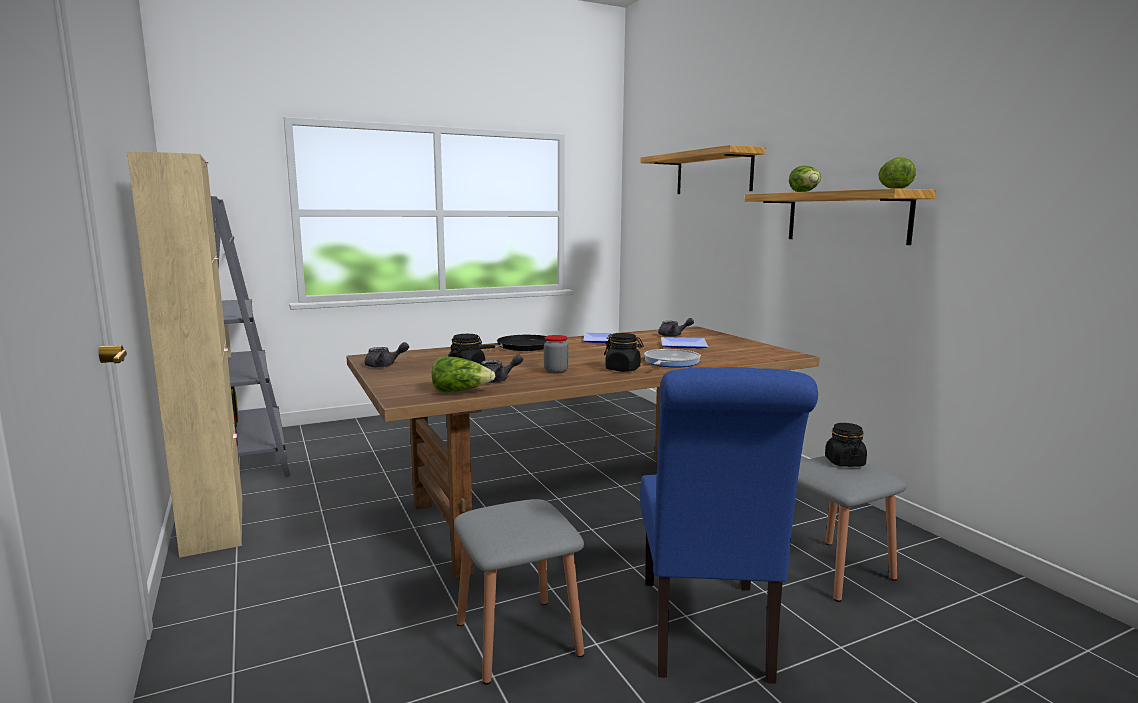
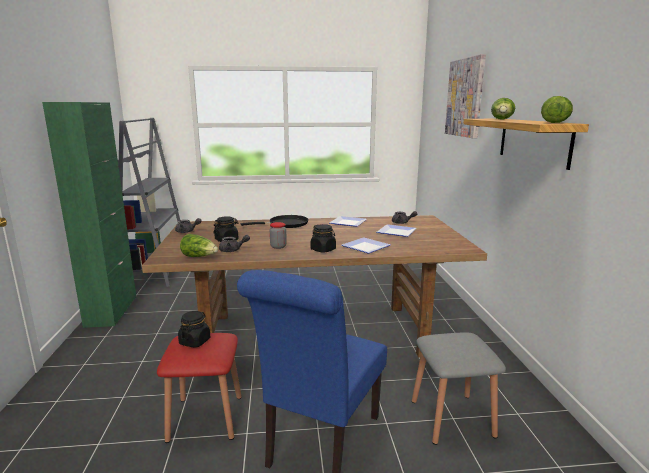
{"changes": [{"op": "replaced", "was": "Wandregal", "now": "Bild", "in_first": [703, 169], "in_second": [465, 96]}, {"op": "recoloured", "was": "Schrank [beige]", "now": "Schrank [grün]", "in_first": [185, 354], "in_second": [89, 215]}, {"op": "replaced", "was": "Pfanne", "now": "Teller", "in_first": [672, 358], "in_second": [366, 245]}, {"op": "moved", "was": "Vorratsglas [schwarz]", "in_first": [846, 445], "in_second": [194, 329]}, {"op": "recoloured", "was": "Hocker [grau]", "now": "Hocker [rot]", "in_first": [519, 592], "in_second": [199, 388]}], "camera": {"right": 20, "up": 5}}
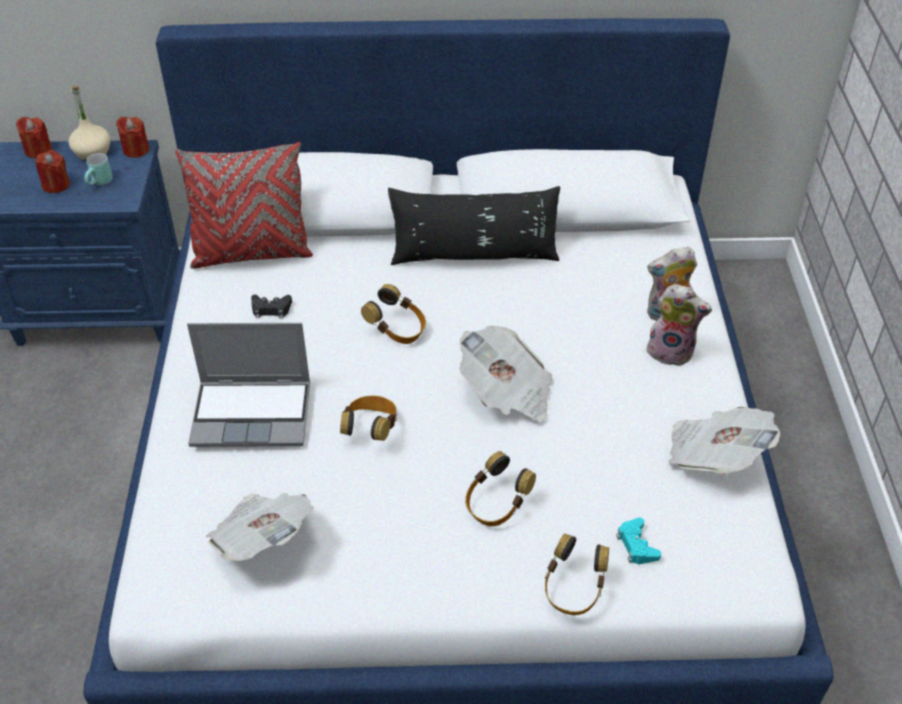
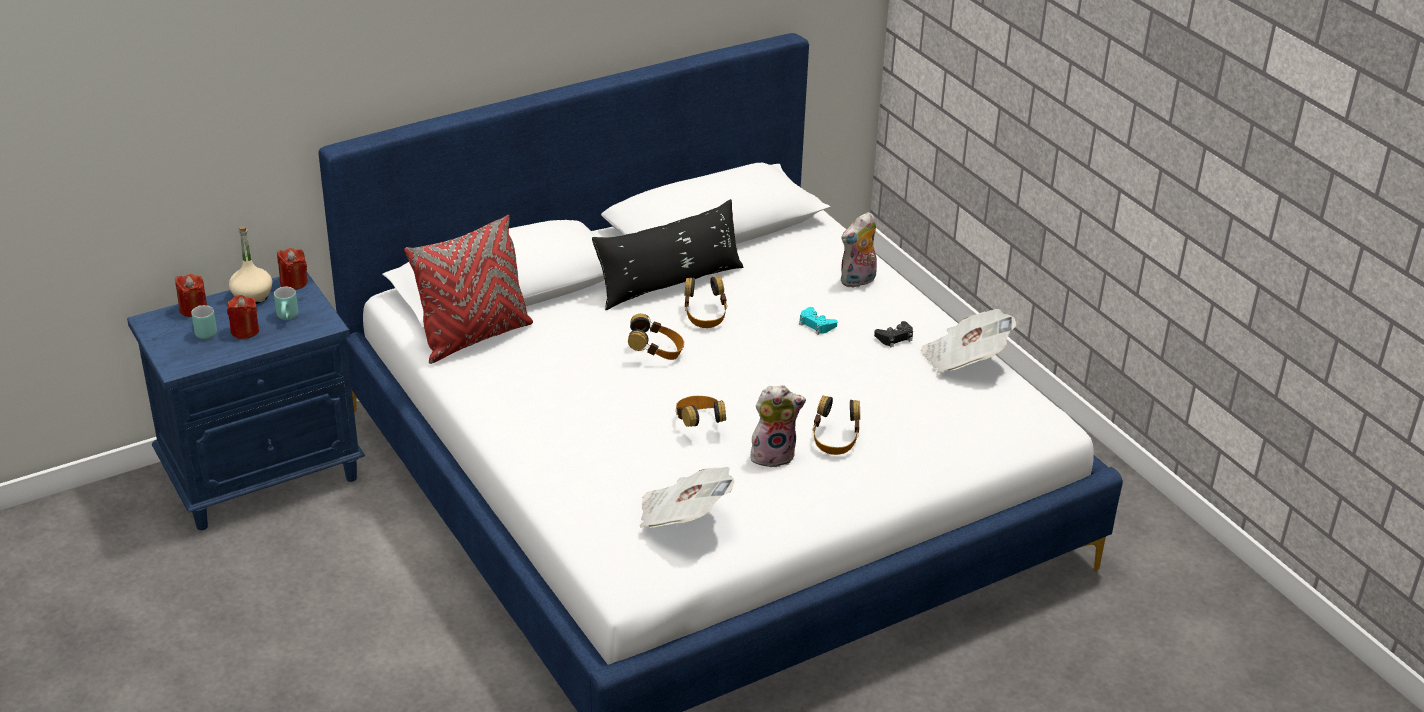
{"changes": [{"op": "moved", "was": "Plüschtier", "in_first": [679, 325], "in_second": [778, 426]}, {"op": "moved", "was": "Gamepad [schwarz]", "in_first": [271, 307], "in_second": [893, 334]}, {"op": "removed", "was": "Laptop", "in_first": [248, 385]}, {"op": "removed", "was": "Zeitung", "in_first": [505, 373]}, {"op": "moved", "was": "Gamepad [türkis]", "in_first": [638, 540], "in_second": [818, 321]}, {"op": "moved", "was": "Kopfhörer", "in_first": [577, 574], "in_second": [705, 302]}, {"op": "added", "now": "Henkelbecher [türkis]", "in_second": [204, 322]}], "camera": {"right": -30, "up": -10}}
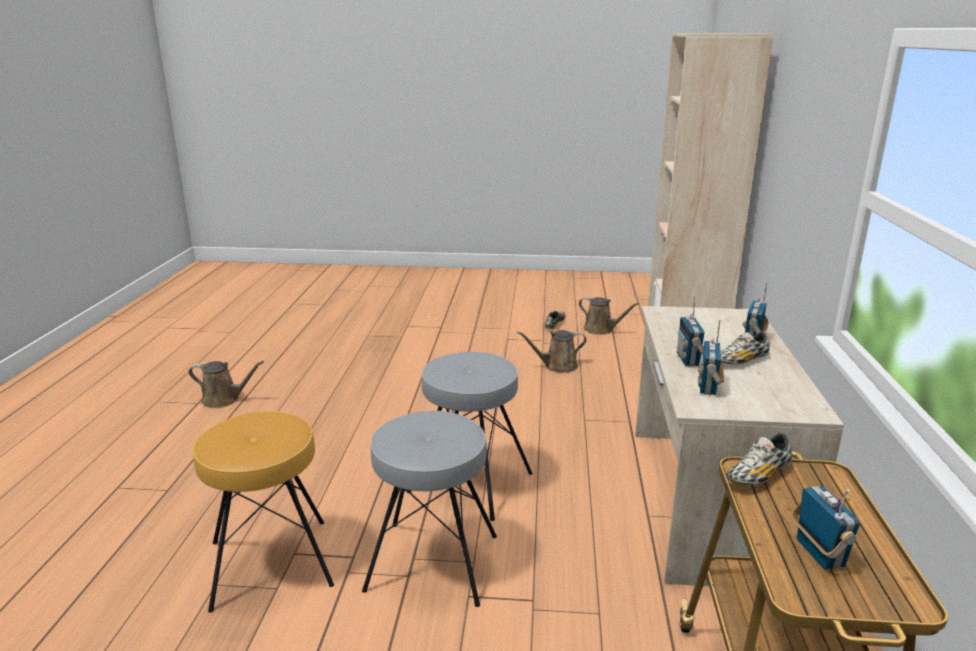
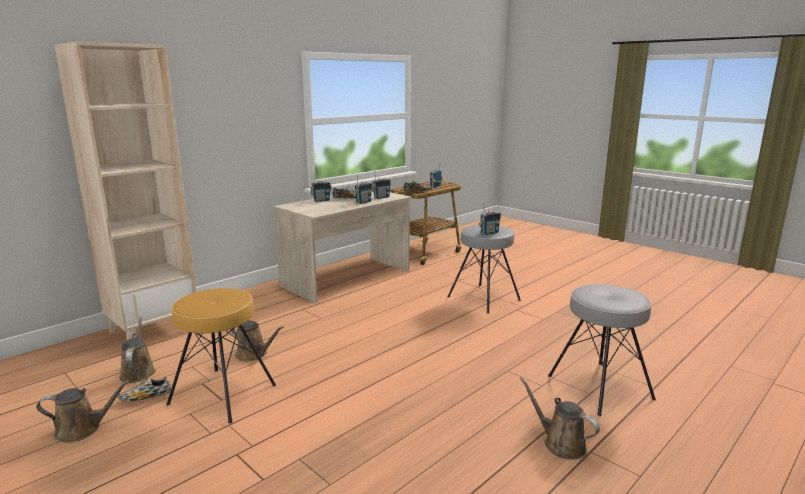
{"changes": [{"op": "moved", "was": "Hocker [grau]", "in_first": [469, 436], "in_second": [602, 350]}, {"op": "moved", "was": "Hocker [braun]", "in_first": [263, 512], "in_second": [221, 356]}, {"op": "added", "now": "Radio", "in_second": [489, 219]}, {"op": "added", "now": "Gießkanne [braun]", "in_second": [83, 411]}], "camera": {"right": -140, "up": -5}}
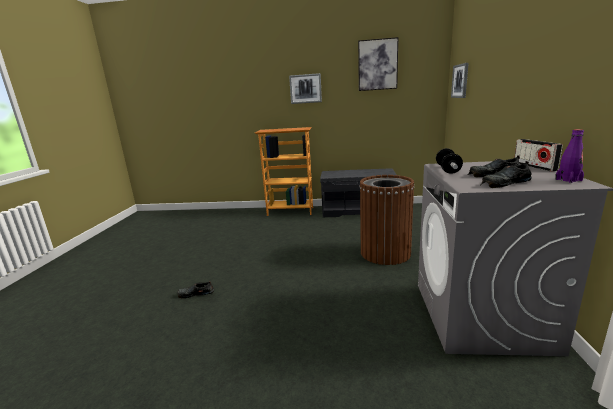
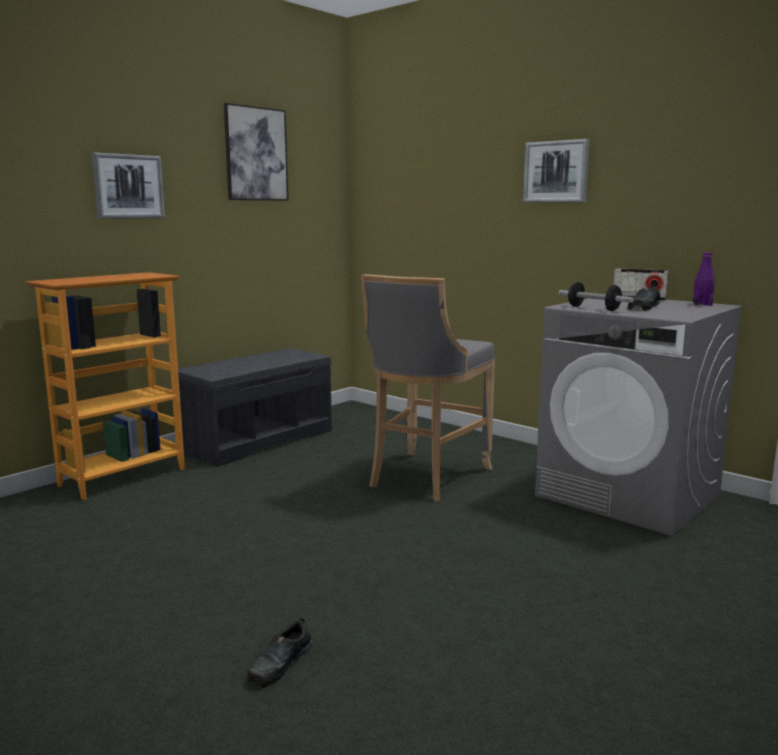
{"changes": [{"op": "moved", "was": "Bild", "in_first": [460, 80], "in_second": [556, 171]}, {"op": "removed", "was": "Schuh [schwarz]", "in_first": [506, 174]}, {"op": "replaced", "was": "Mülleimer [braun]", "now": "Hocker [grau]", "in_first": [386, 220], "in_second": [428, 387]}], "camera": {"right": -55, "up": -5}}
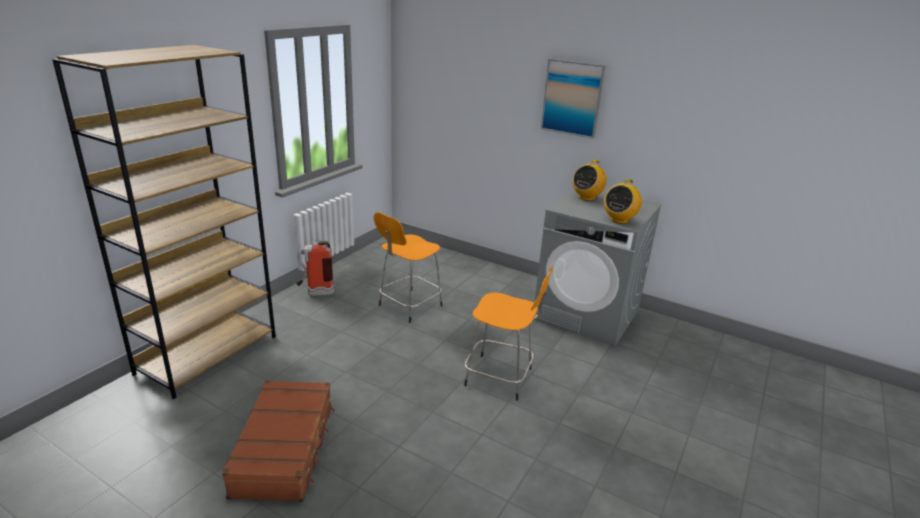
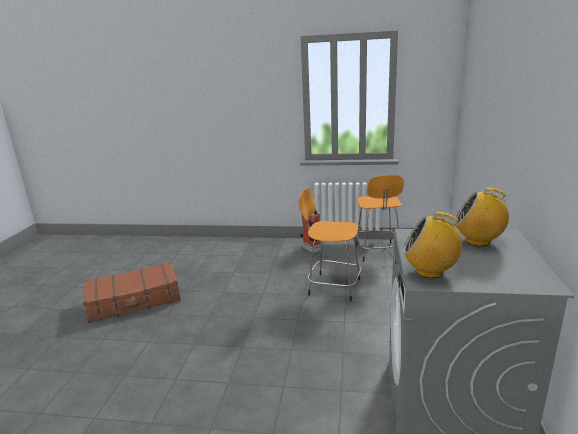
{"changes": [{"op": "removed", "was": "Bücherregal [braun]", "in_first": [164, 222]}, {"op": "removed", "was": "Bild", "in_first": [573, 99]}, {"op": "moved", "was": "Hocker [orange]", "in_first": [508, 333], "in_second": [380, 218]}], "camera": {"right": 70, "up": -5}}
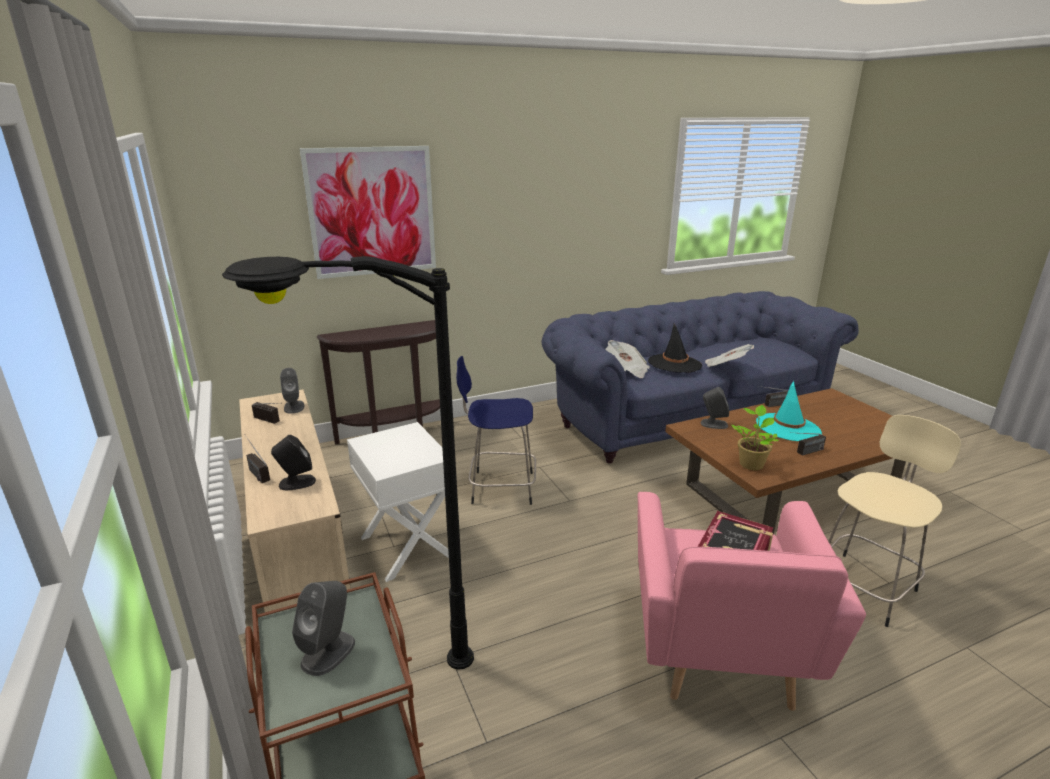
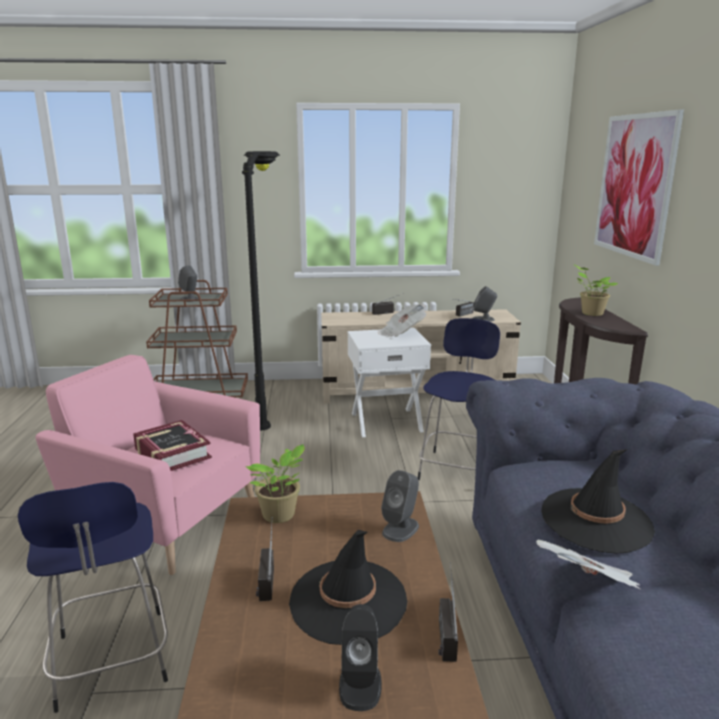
{"changes": [{"op": "moved", "was": "Zeitung", "in_first": [628, 359], "in_second": [402, 320]}, {"op": "recoloured", "was": "Hut [türkis]", "now": "Hut [schwarz]", "in_first": [789, 411], "in_second": [348, 587]}, {"op": "recoloured", "was": "Hocker [beige]", "now": "Hocker [blau]", "in_first": [894, 521], "in_second": [93, 597]}, {"op": "moved", "was": "Lautsprecher [schwarz]", "in_first": [293, 462], "in_second": [360, 657]}, {"op": "added", "now": "Topfpflanze", "in_second": [595, 290]}], "camera": {"right": 110, "up": -5}}
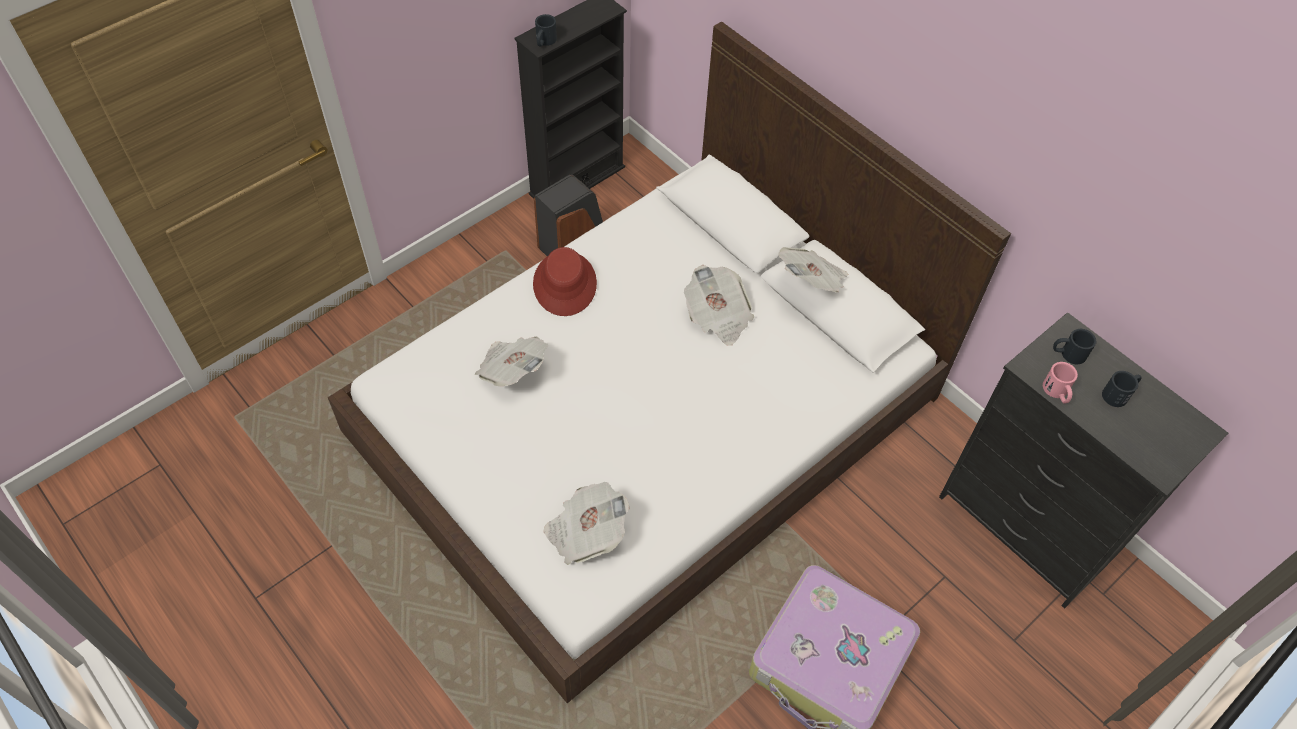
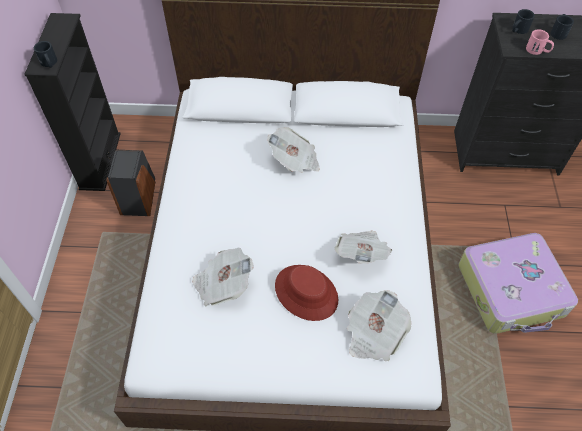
{"changes": [{"op": "moved", "was": "Hut [rot]", "in_first": [565, 281], "in_second": [306, 293]}, {"op": "moved", "was": "Zeitung", "in_first": [813, 270], "in_second": [363, 247]}], "camera": {"right": -45, "up": 0}}
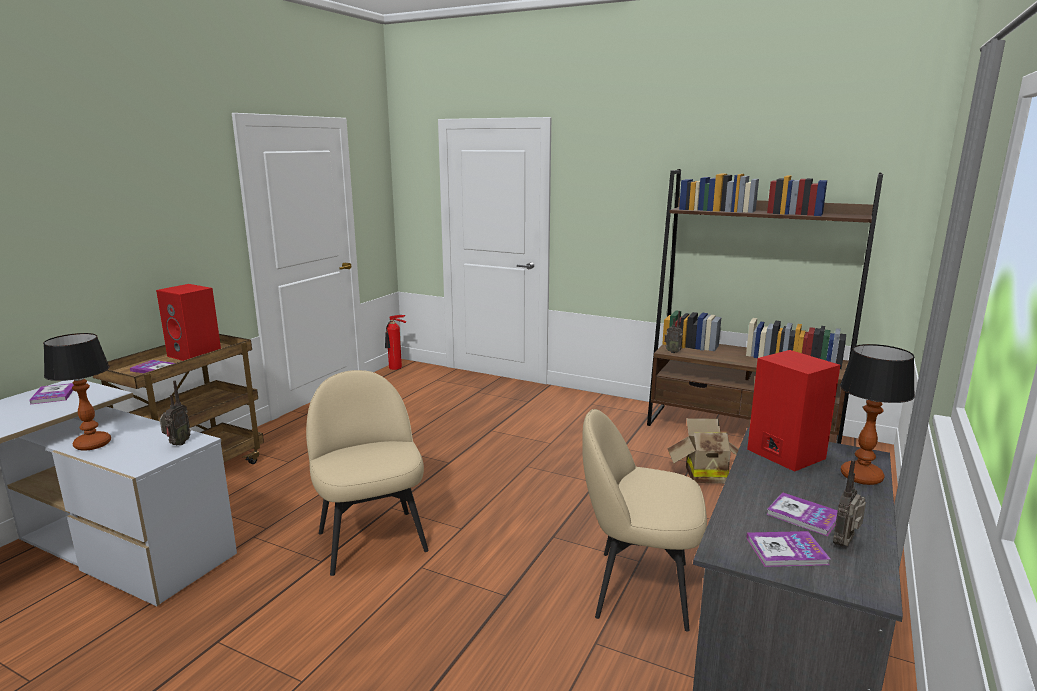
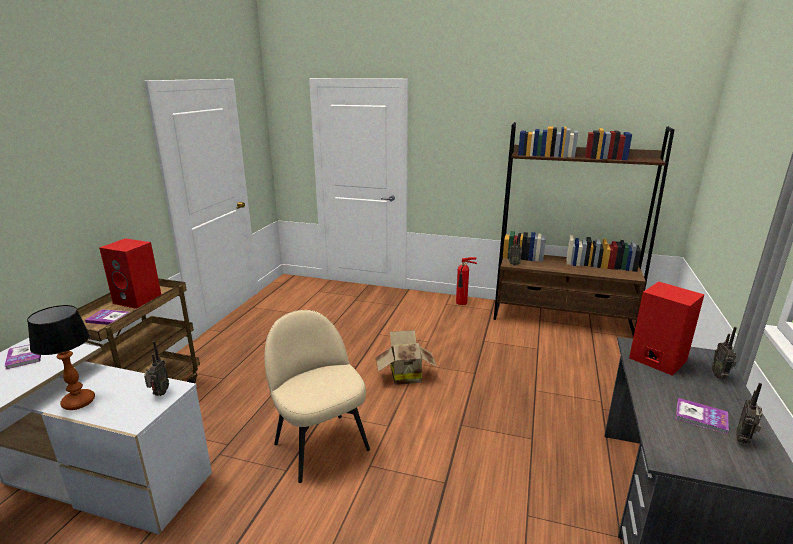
{"changes": [{"op": "moved", "was": "Feuerlöscher", "in_first": [395, 342], "in_second": [466, 281]}, {"op": "replaced", "was": "Tischlampe", "now": "Radio", "in_first": [877, 414], "in_second": [724, 353]}, {"op": "removed", "was": "Stuhl [beige]", "in_first": [644, 520]}, {"op": "moved", "was": "Karton", "in_first": [703, 451], "in_second": [406, 357]}, {"op": "removed", "was": "Buch", "in_first": [788, 549]}], "camera": {"right": -10, "up": 5}}
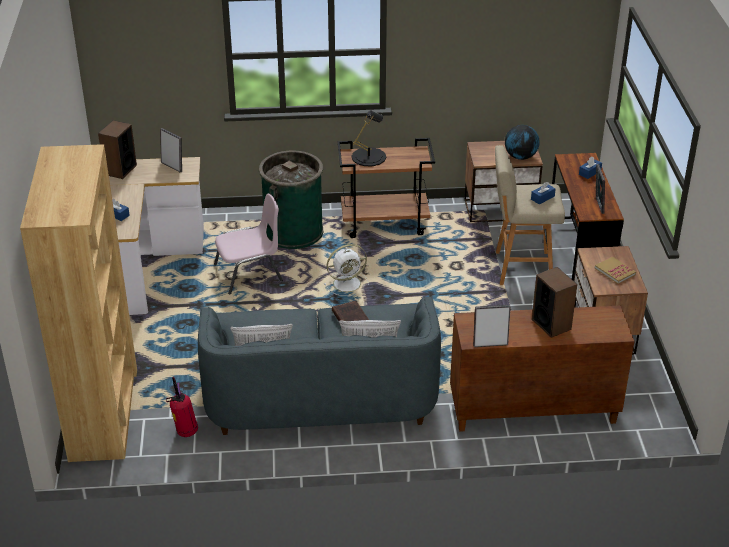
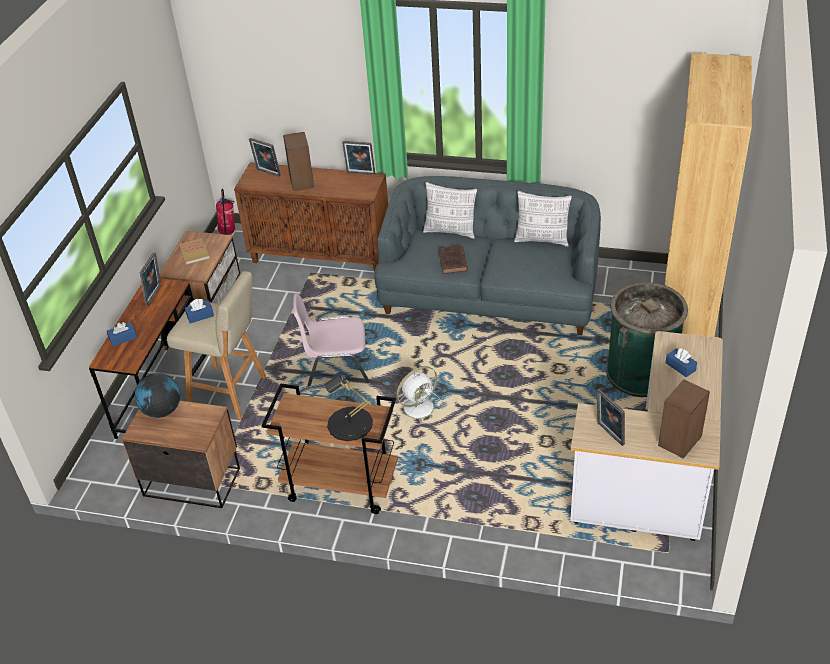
{"changes": [{"op": "moved", "was": "Mülleimer [grün]", "in_first": [291, 199], "in_second": [647, 339]}, {"op": "moved", "was": "Stuhl [rosa]", "in_first": [248, 244], "in_second": [331, 339]}, {"op": "turned", "was": "Ventilator [weiß]", "in_first": [346, 270], "in_second": [417, 395], "clockwise": 150}, {"op": "moved", "was": "Feuerlöscher", "in_first": [182, 407], "in_second": [225, 212]}, {"op": "added", "now": "Bilderrahmen", "in_second": [265, 157]}], "camera": {"right": -160, "up": 5}}
